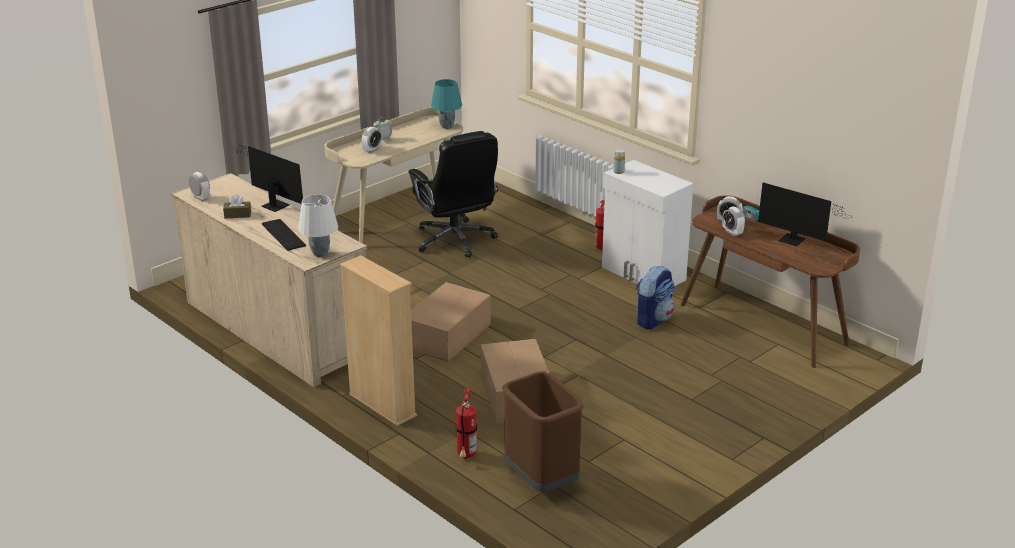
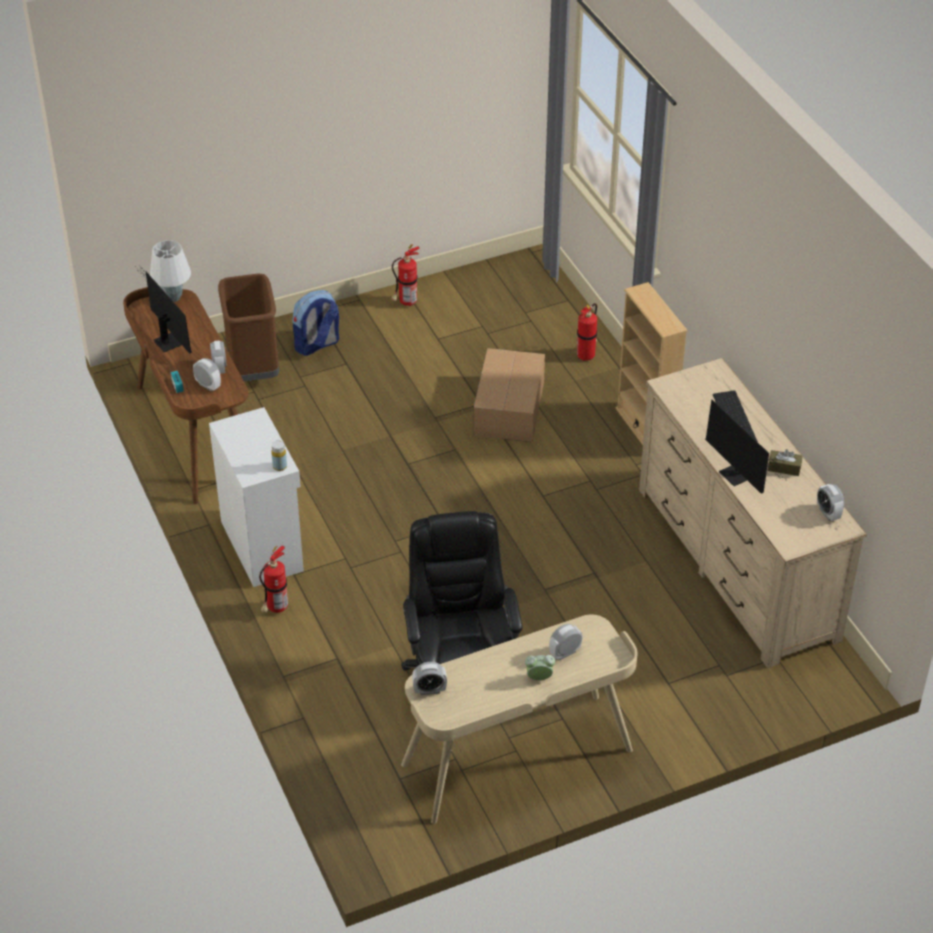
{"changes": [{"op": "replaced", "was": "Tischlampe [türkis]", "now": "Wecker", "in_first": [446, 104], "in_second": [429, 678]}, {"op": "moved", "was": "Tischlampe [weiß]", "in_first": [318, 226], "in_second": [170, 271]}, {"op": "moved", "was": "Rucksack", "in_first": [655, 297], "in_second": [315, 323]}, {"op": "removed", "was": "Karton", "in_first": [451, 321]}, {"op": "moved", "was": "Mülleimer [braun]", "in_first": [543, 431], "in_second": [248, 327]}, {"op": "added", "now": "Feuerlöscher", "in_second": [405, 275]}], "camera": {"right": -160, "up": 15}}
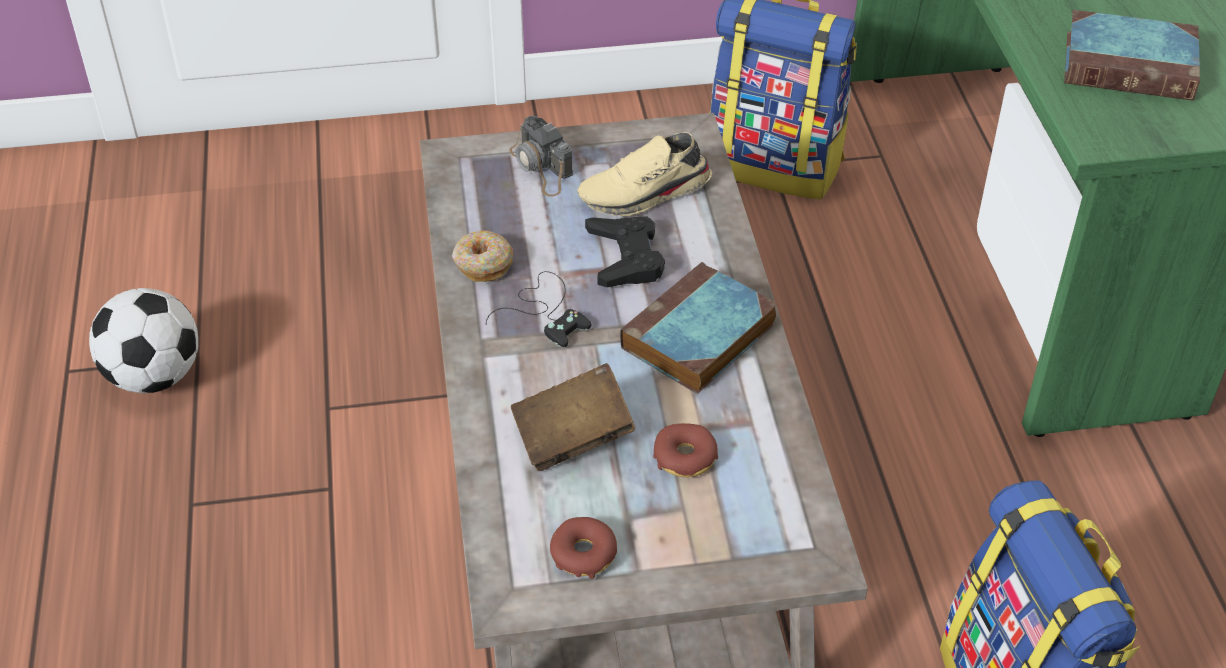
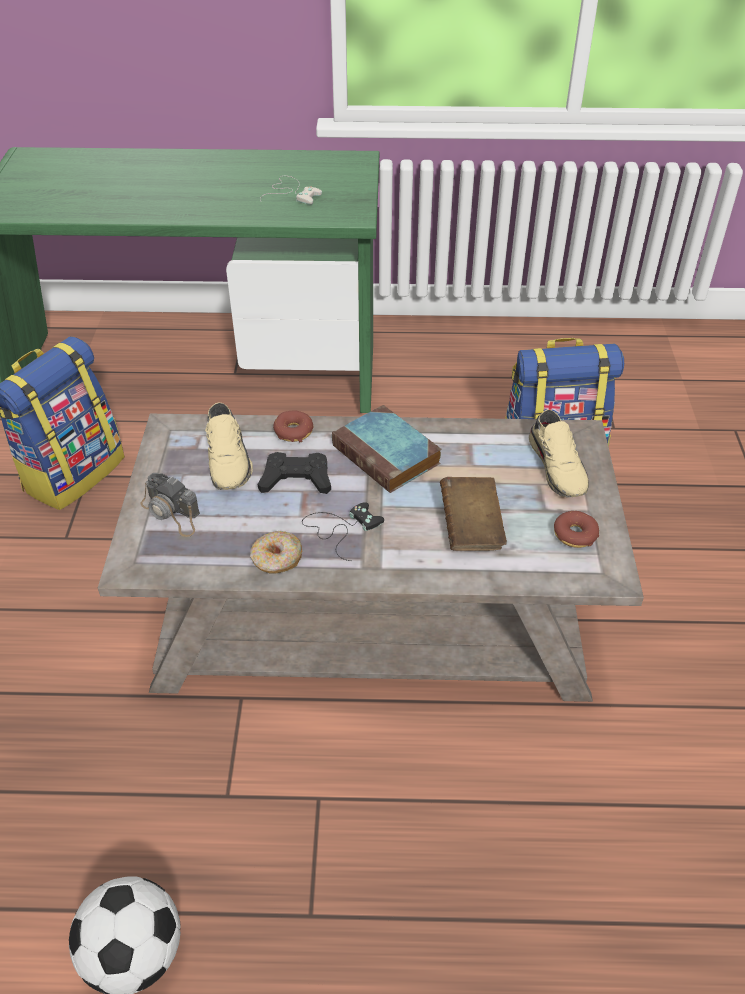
{"changes": [{"op": "replaced", "was": "Buch", "now": "Gamepad [weiß]", "in_first": [1132, 55], "in_second": [291, 190]}, {"op": "turned", "was": "Kamera", "in_first": [541, 156], "in_second": [170, 505], "clockwise": 60}, {"op": "moved", "was": "Donut", "in_first": [685, 450], "in_second": [293, 426]}, {"op": "added", "now": "Schuh [beige]", "in_second": [559, 454]}], "camera": {"right": -80, "up": 0}}
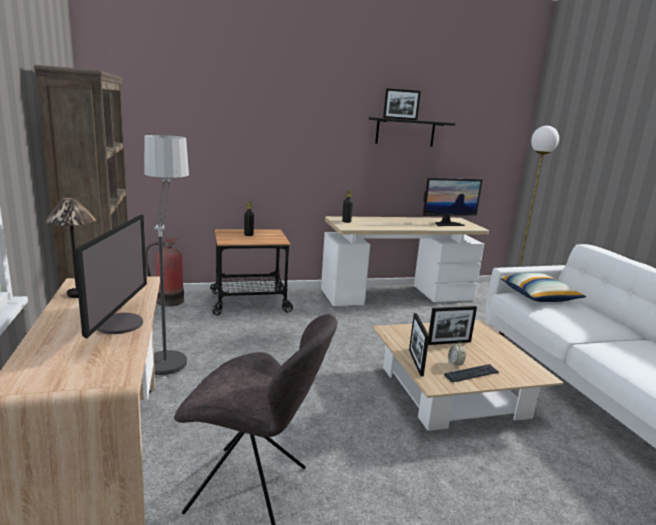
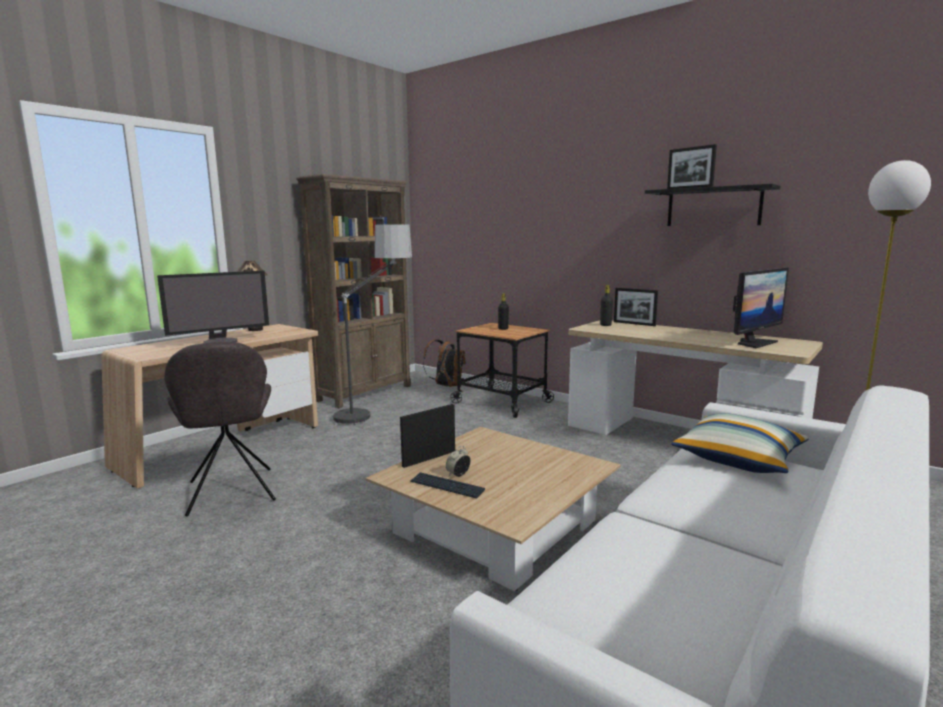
{"changes": [{"op": "turned", "was": "Monitor", "in_first": [452, 202], "in_second": [761, 308], "clockwise": -75}, {"op": "replaced", "was": "Feuerlöscher", "now": "Rucksack [braun]", "in_first": [164, 272], "in_second": [444, 363]}, {"op": "moved", "was": "Bilderrahmen", "in_first": [452, 325], "in_second": [636, 307]}], "camera": {"right": 55, "up": -5}}
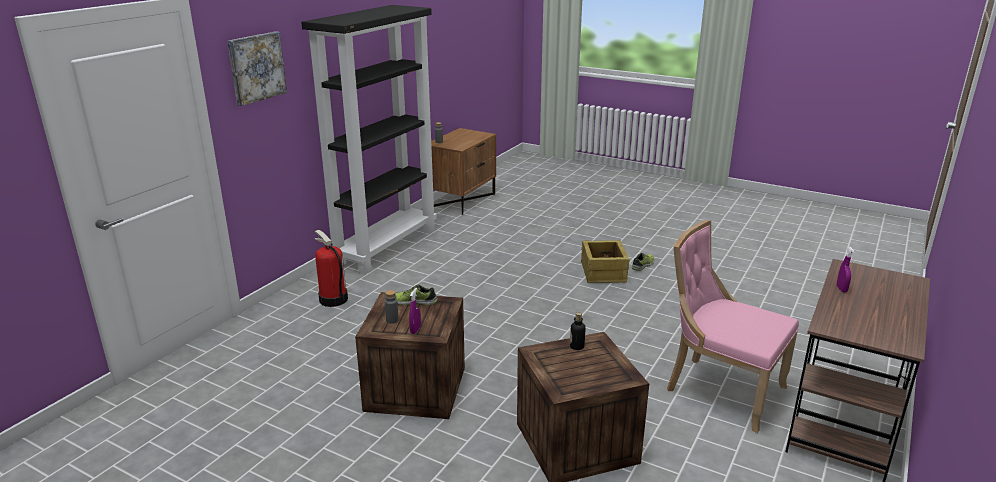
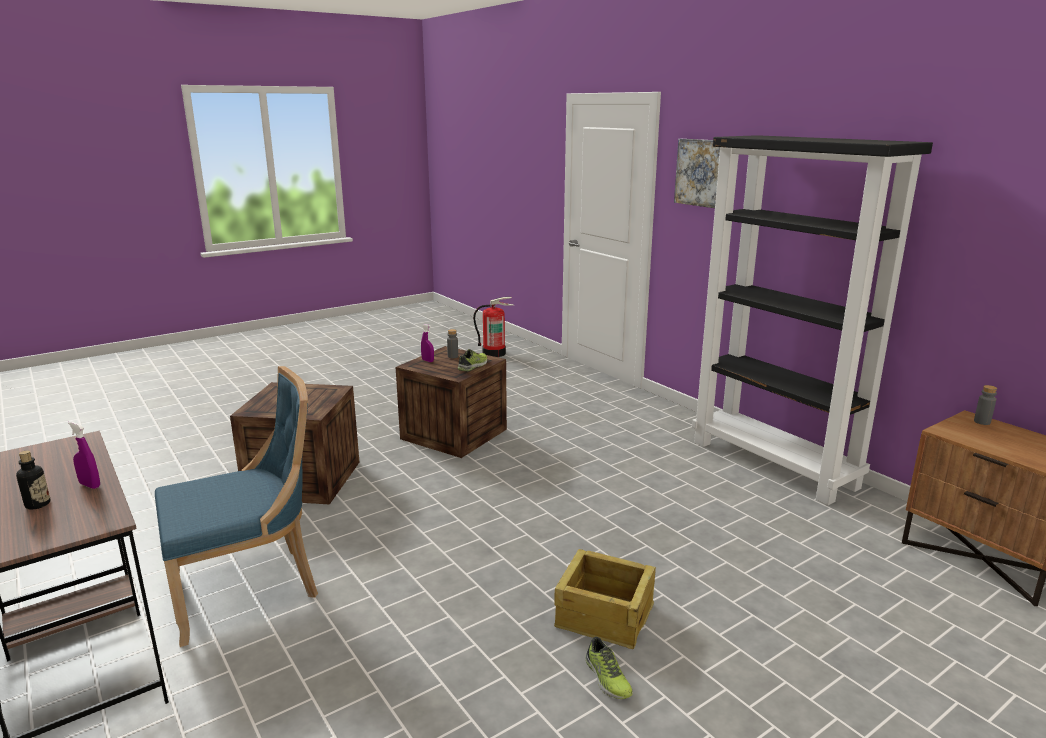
{"changes": [{"op": "recoloured", "was": "Stuhl [rosa]", "now": "Stuhl [blau]", "in_first": [733, 326], "in_second": [236, 506]}, {"op": "moved", "was": "Feuerlöscher", "in_first": [331, 268], "in_second": [493, 327]}, {"op": "moved", "was": "Flasche", "in_first": [578, 331], "in_second": [33, 480]}], "camera": {"right": 115, "up": -5}}
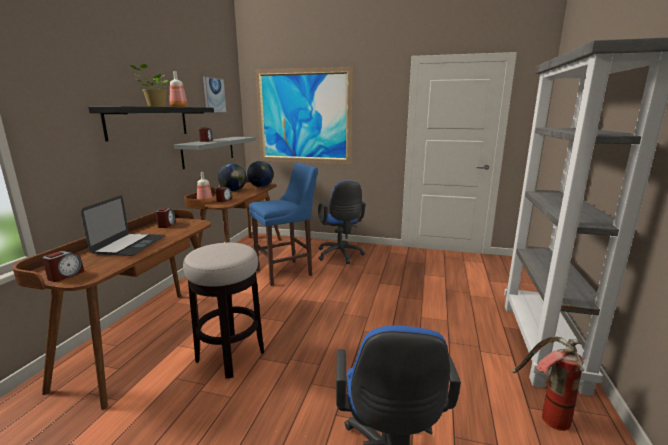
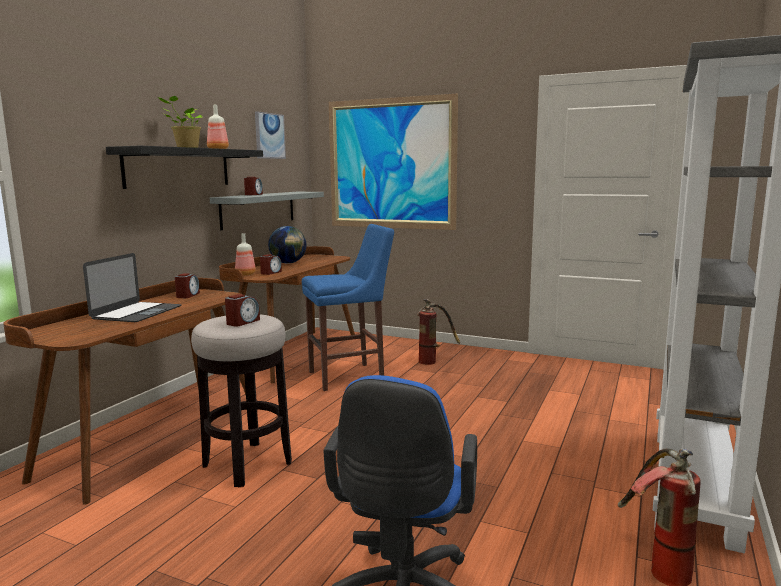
{"changes": [{"op": "removed", "was": "Globus", "in_first": [260, 174]}, {"op": "replaced", "was": "Bürostuhl [blau]", "now": "Feuerlöscher", "in_first": [341, 222], "in_second": [438, 332]}, {"op": "moved", "was": "Wecker", "in_first": [63, 266], "in_second": [242, 310]}], "camera": {"right": 10, "up": -5}}
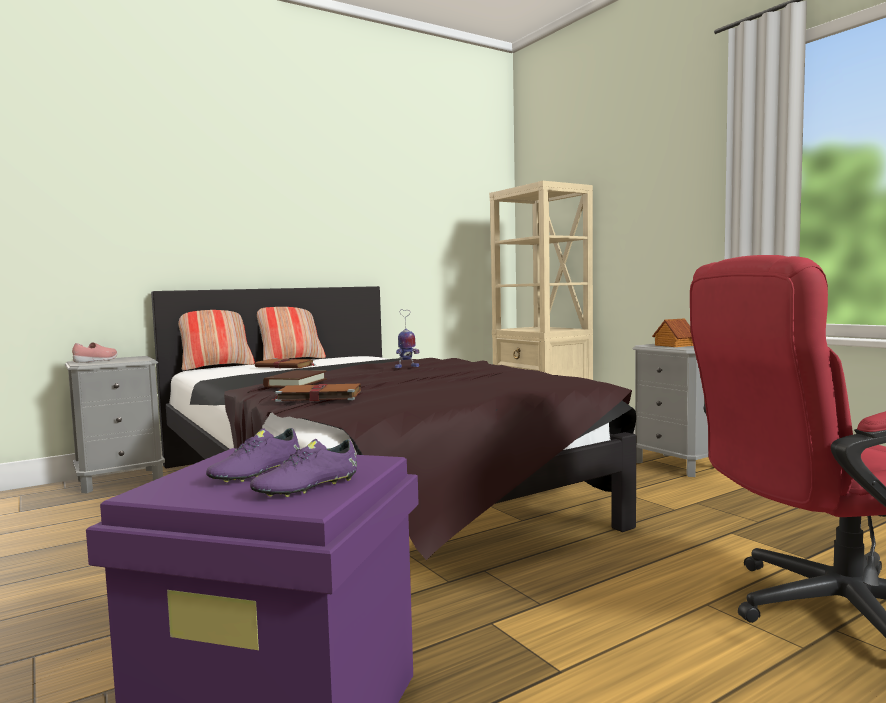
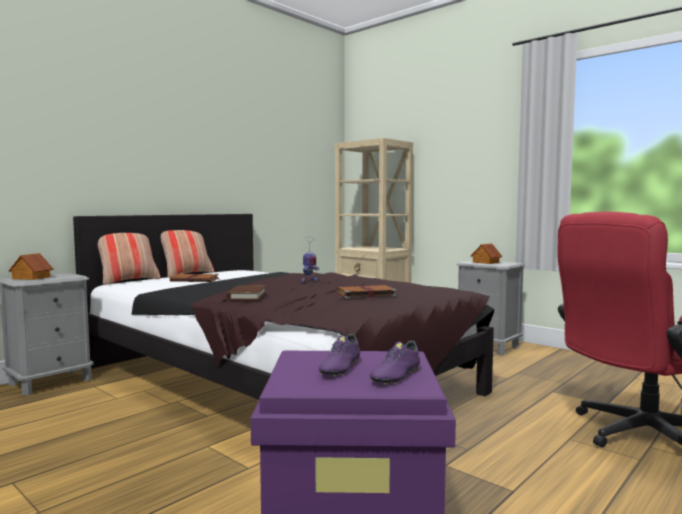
{"changes": [{"op": "replaced", "was": "Schuh [rosa]", "now": "Spielzeughaus", "in_first": [95, 353], "in_second": [31, 266]}, {"op": "moved", "was": "Buch [braun]", "in_first": [316, 393], "in_second": [366, 291]}], "camera": {"right": -15, "up": 0}}
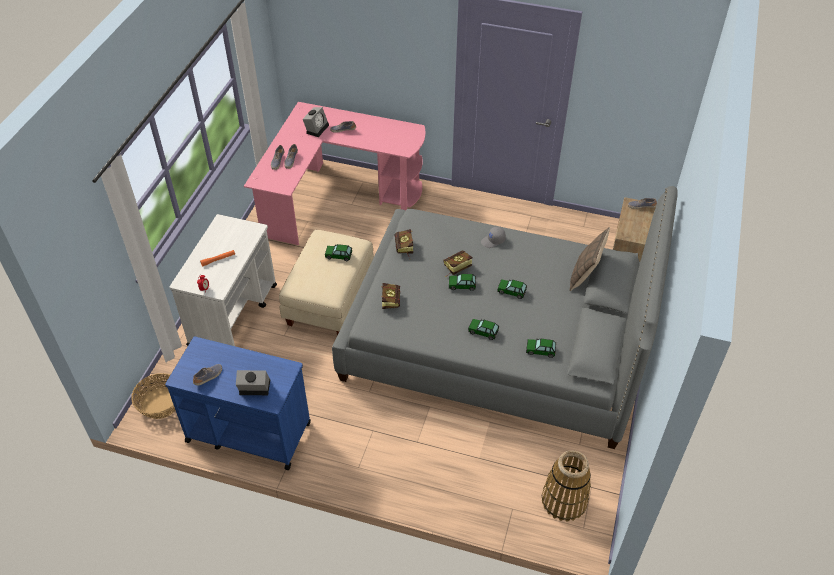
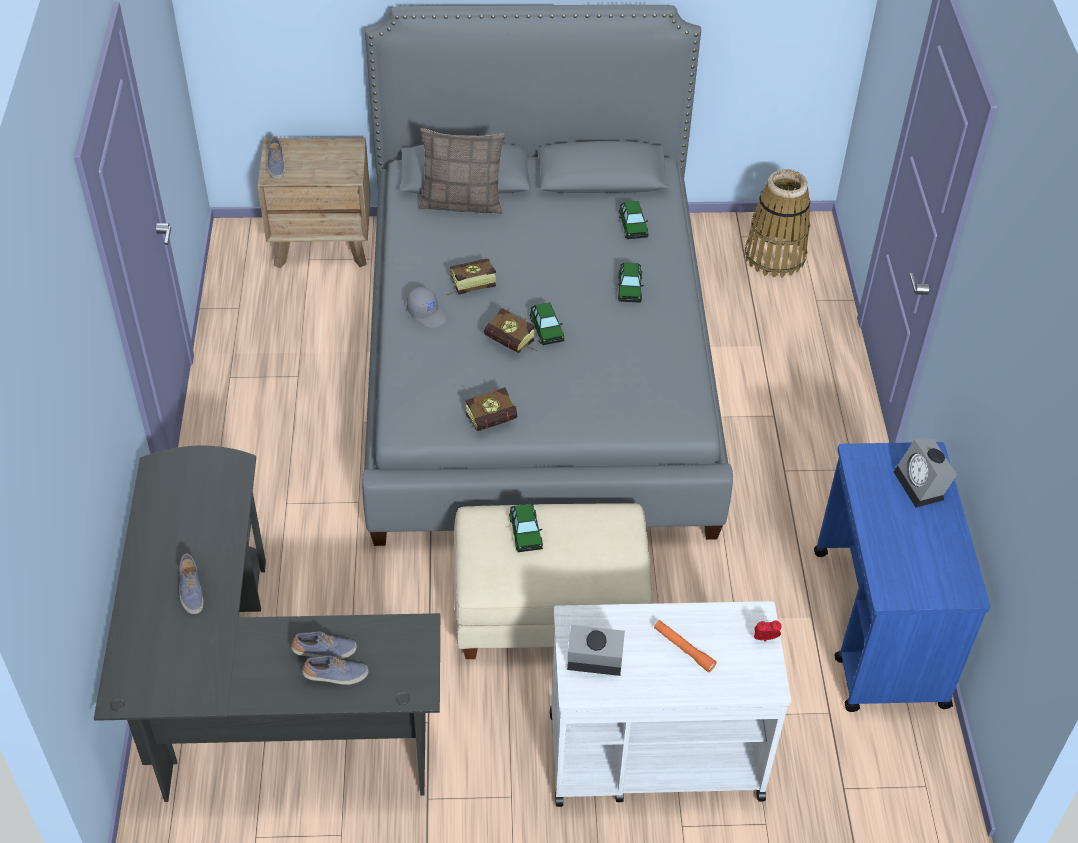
{"changes": [{"op": "recoloured", "was": "Schreibtisch [rosa]", "now": "Schreibtisch [schwarz]", "in_first": [334, 173], "in_second": [267, 623]}, {"op": "moved", "was": "Wecker", "in_first": [316, 122], "in_second": [596, 650]}, {"op": "removed", "was": "Spielzeugauto", "in_first": [512, 289]}, {"op": "moved", "was": "Buch", "in_first": [390, 296], "in_second": [471, 277]}, {"op": "removed", "was": "Schuh", "in_first": [207, 374]}, {"op": "removed", "was": "Korb", "in_first": [153, 396]}], "camera": {"right": -110, "up": 0}}
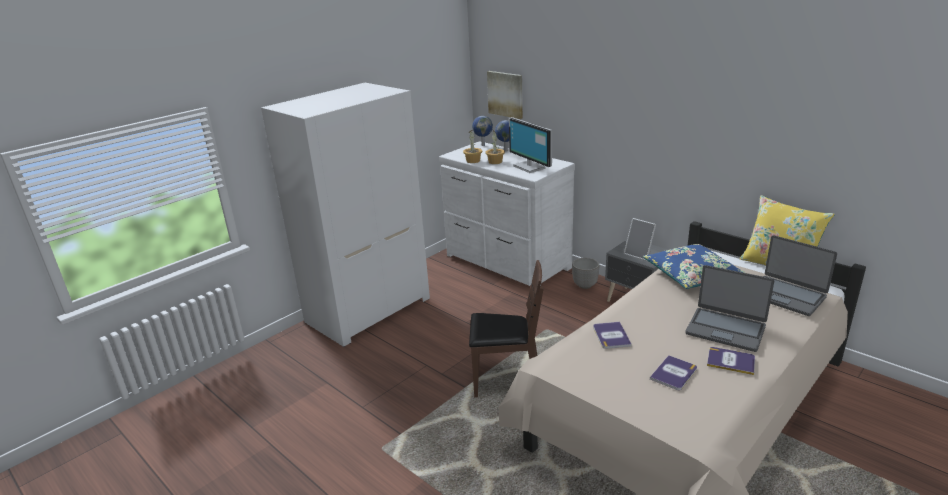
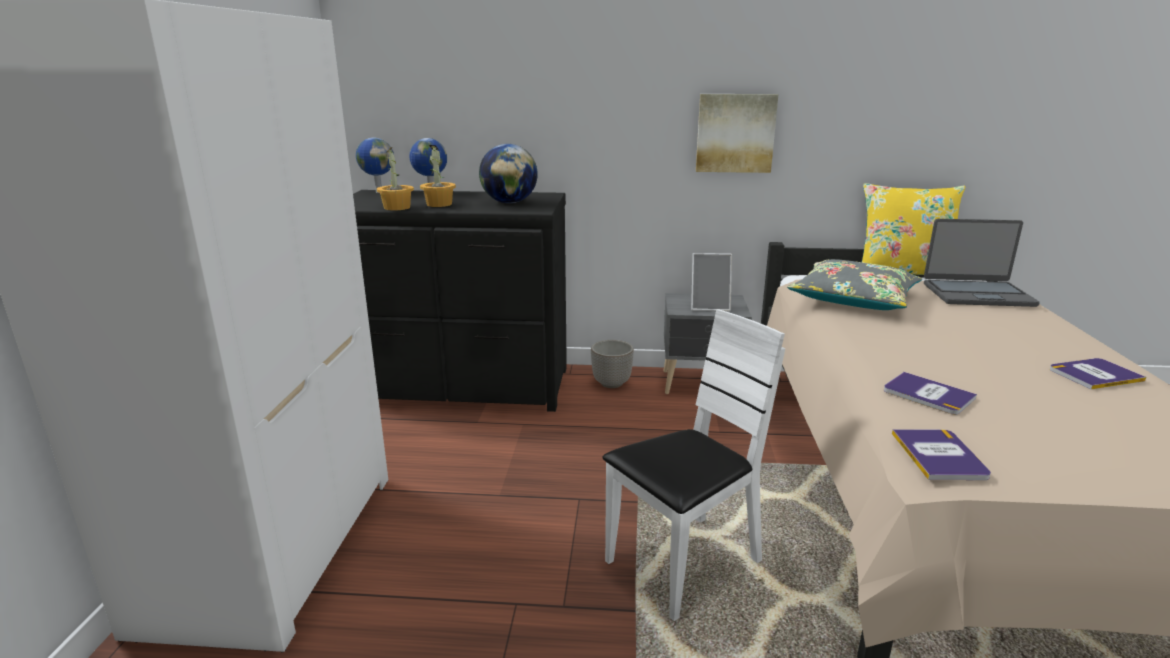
{"changes": [{"op": "moved", "was": "Bild", "in_first": [505, 95], "in_second": [737, 133]}, {"op": "replaced", "was": "Monitor", "now": "Globus", "in_first": [530, 145], "in_second": [508, 173]}, {"op": "recoloured", "was": "Kommode [weiß]", "now": "Kommode [schwarz]", "in_first": [507, 213], "in_second": [460, 301]}, {"op": "recoloured", "was": "Kissen [blau]", "now": "Kissen [grau]", "in_first": [694, 266], "in_second": [854, 284]}, {"op": "recoloured", "was": "Stuhl [braun]", "now": "Stuhl [weiß]", "in_first": [506, 328], "in_second": [693, 465]}, {"op": "removed", "was": "Laptop", "in_first": [729, 308]}, {"op": "moved", "was": "Buch", "in_first": [673, 372], "in_second": [941, 454]}], "camera": {"right": -40, "up": -5}}
